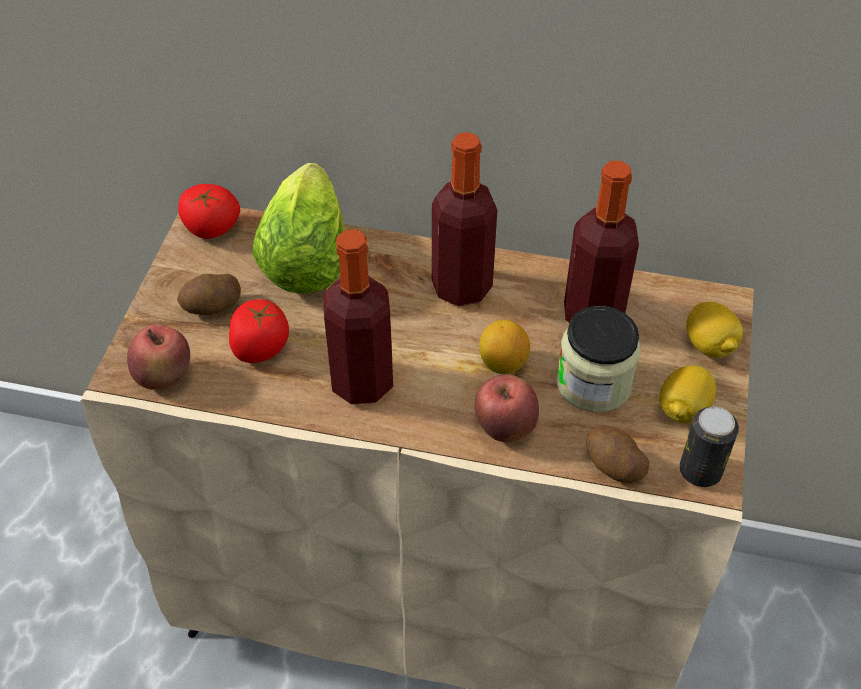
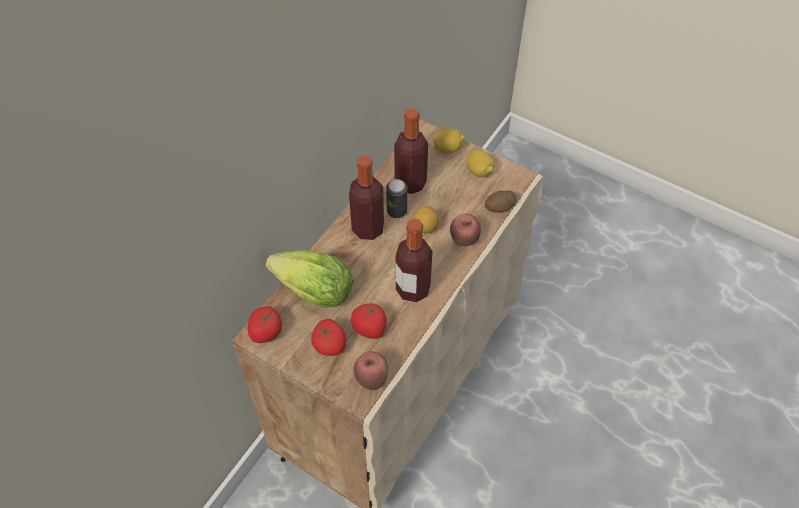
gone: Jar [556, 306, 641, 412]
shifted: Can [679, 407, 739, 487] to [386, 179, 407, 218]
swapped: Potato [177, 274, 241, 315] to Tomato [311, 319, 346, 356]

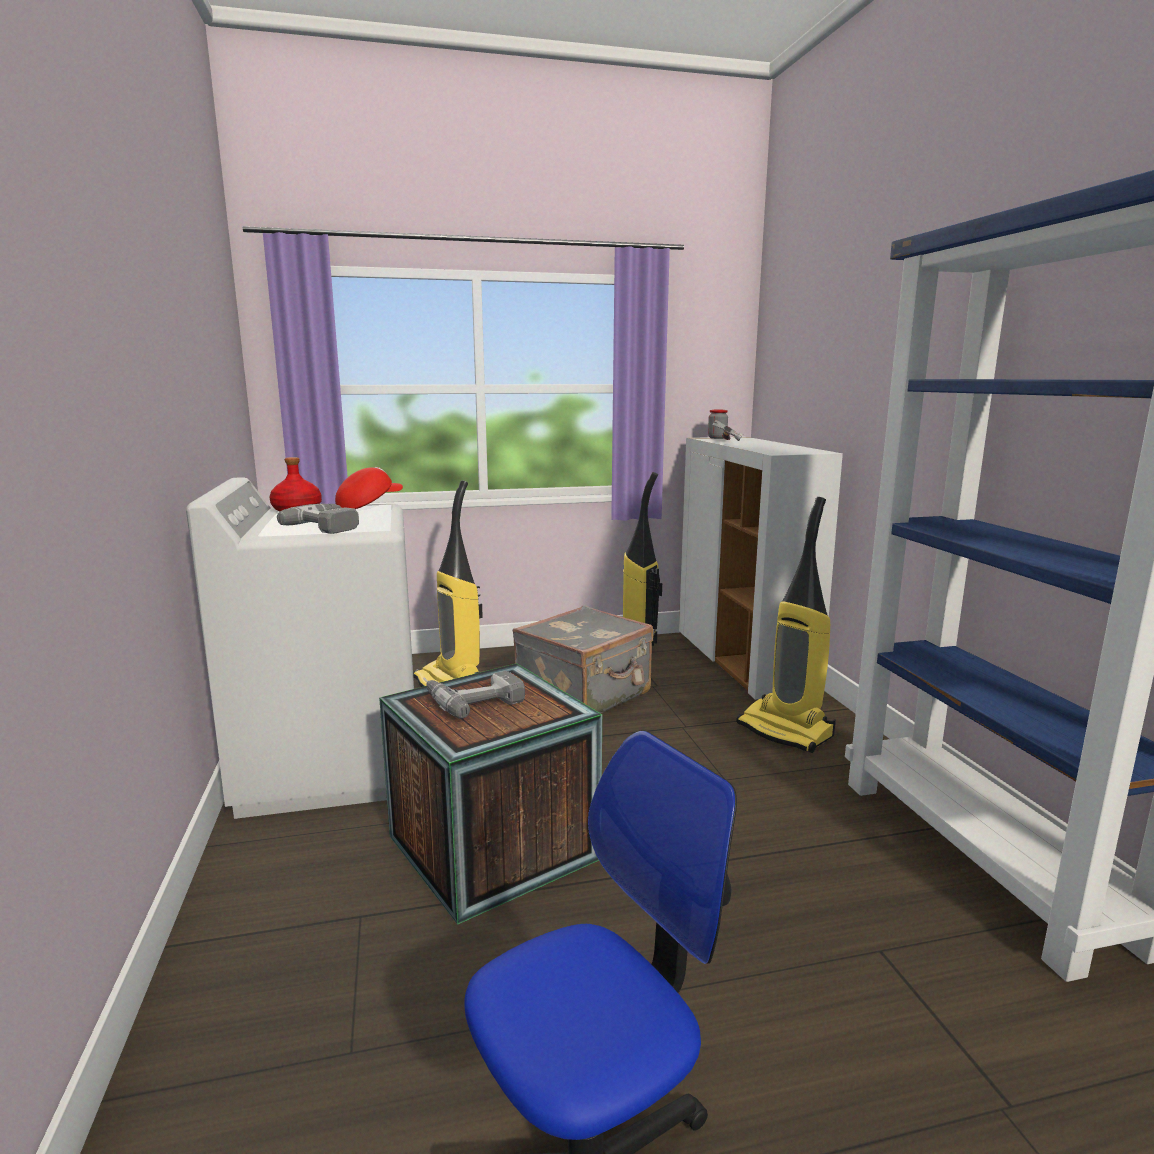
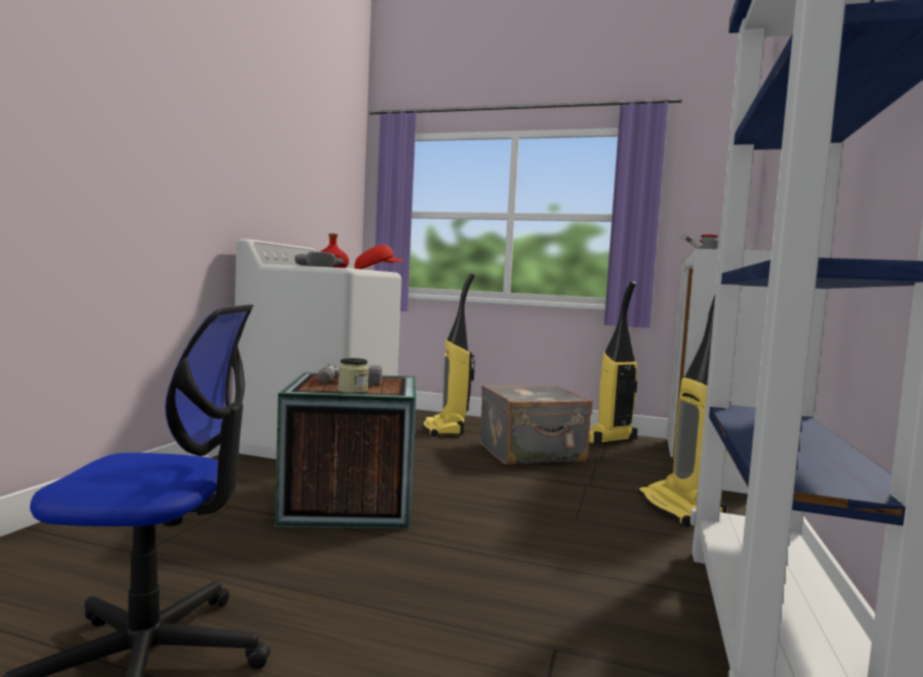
new: Jar [338, 358, 369, 394]

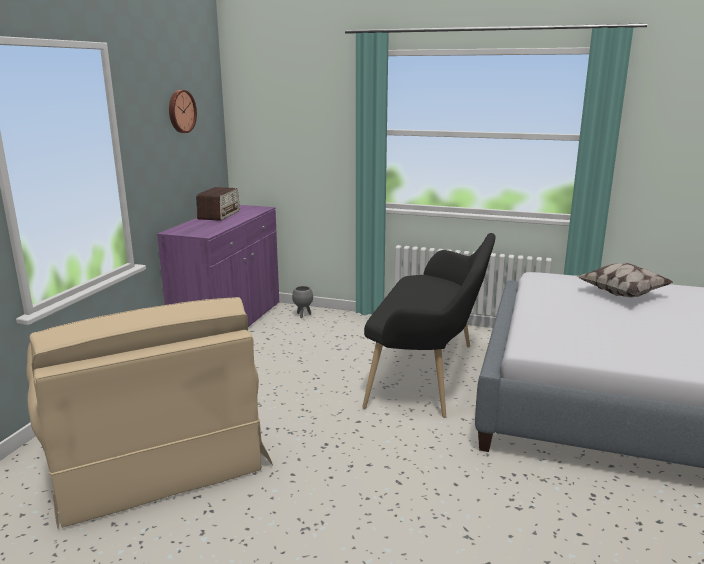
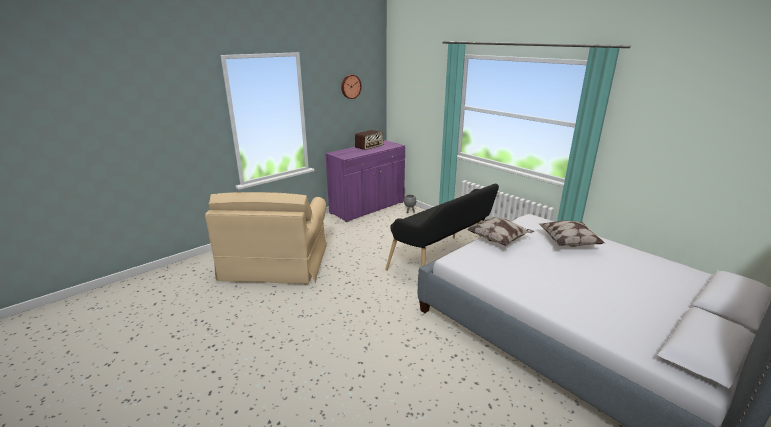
new: Pillow [467, 217, 534, 246]

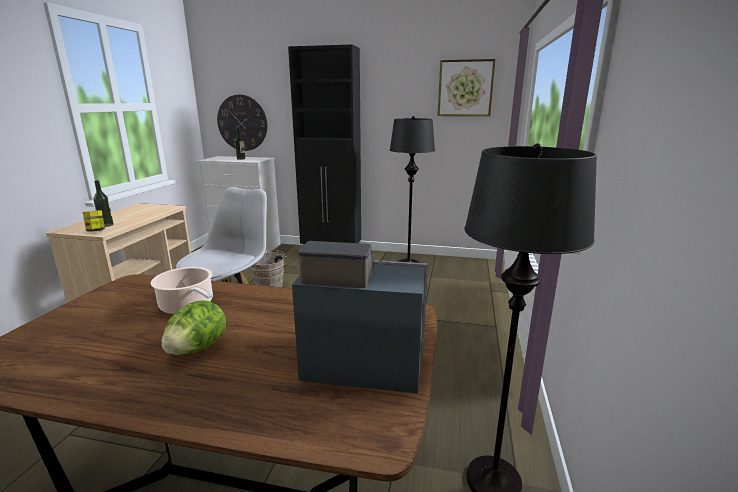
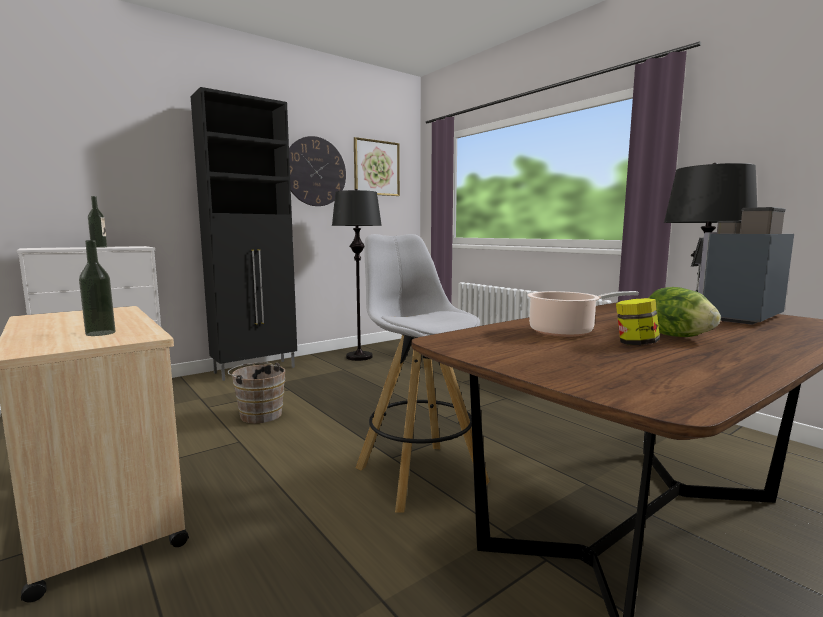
shifted: Jar [83, 210, 105, 232] to [616, 298, 660, 345]; WallClock [217, 95, 267, 151] to [289, 136, 346, 206]

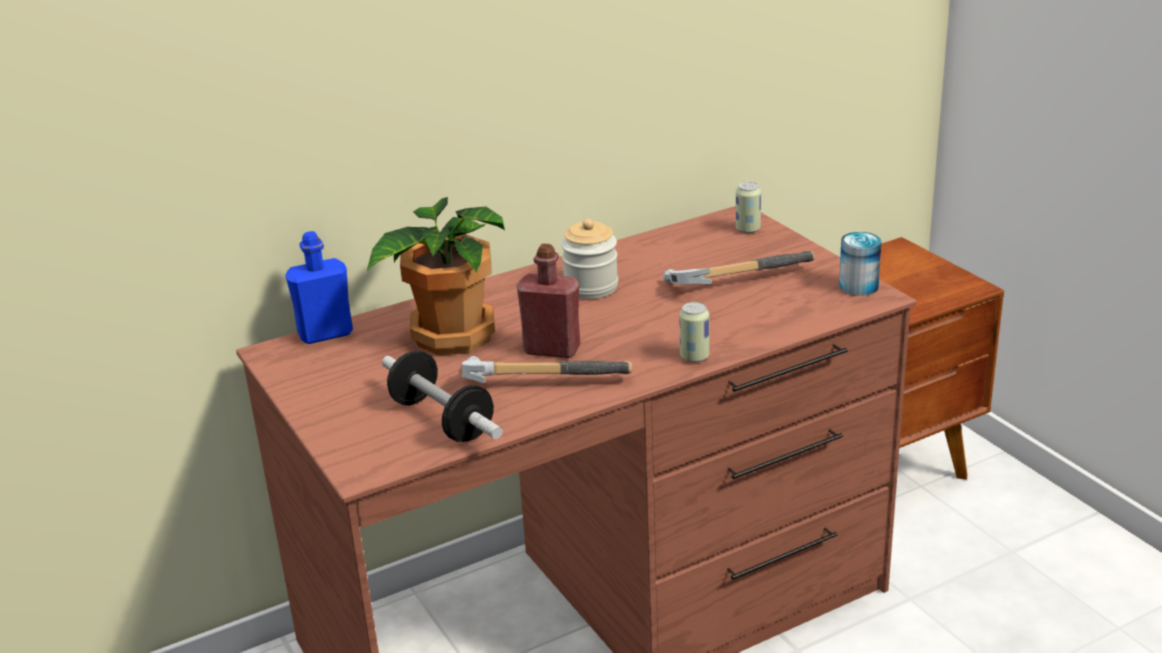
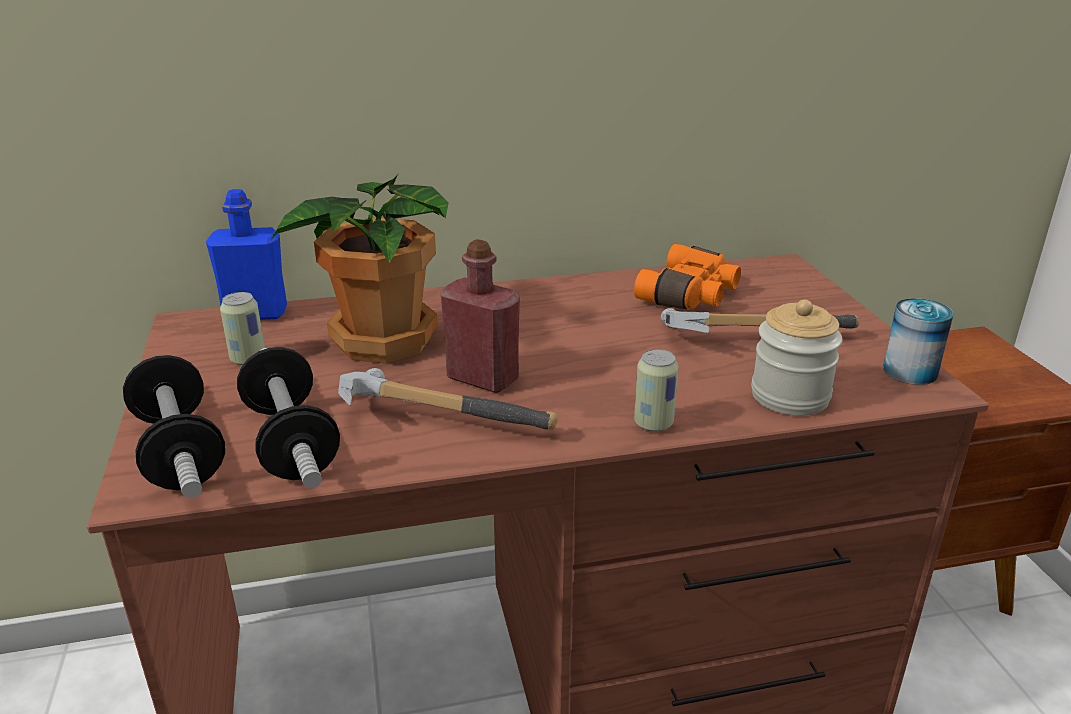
new: Dumbbell [123, 355, 225, 498]; OrangeBinoculars [634, 244, 741, 310]
shifted: Jar [561, 219, 618, 299] to [751, 300, 842, 416]; Can [736, 182, 761, 233] to [220, 292, 265, 365]

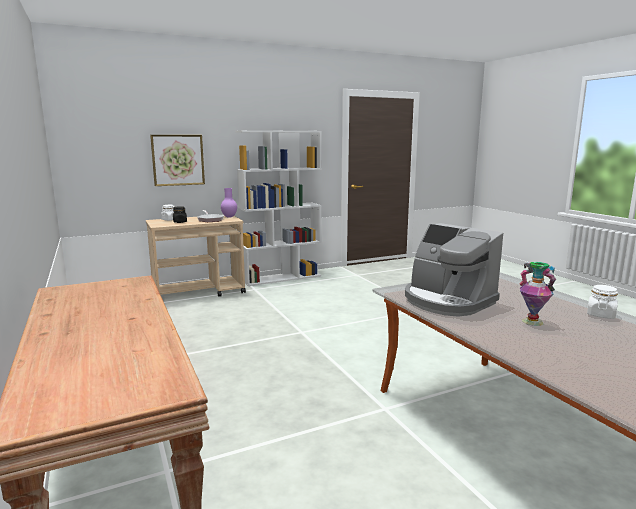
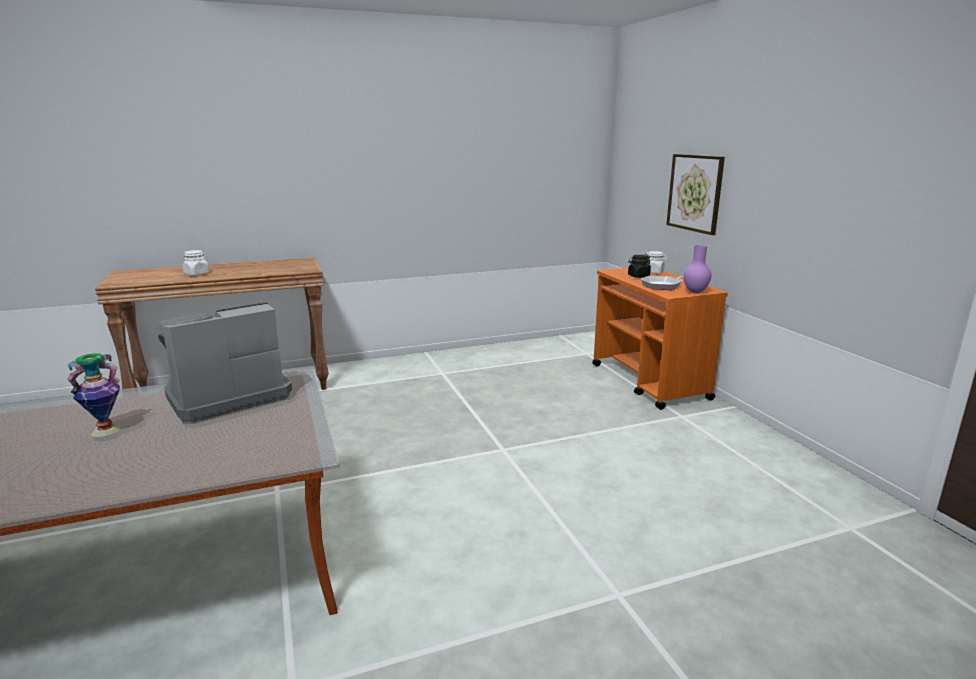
gone: WhiteBookcase [235, 130, 322, 286]
shifted: WhiteJar [587, 285, 618, 319] to [183, 250, 209, 276]
repainted: BeigeCart [146, 216, 246, 297] to OrangeCart [592, 268, 728, 410]

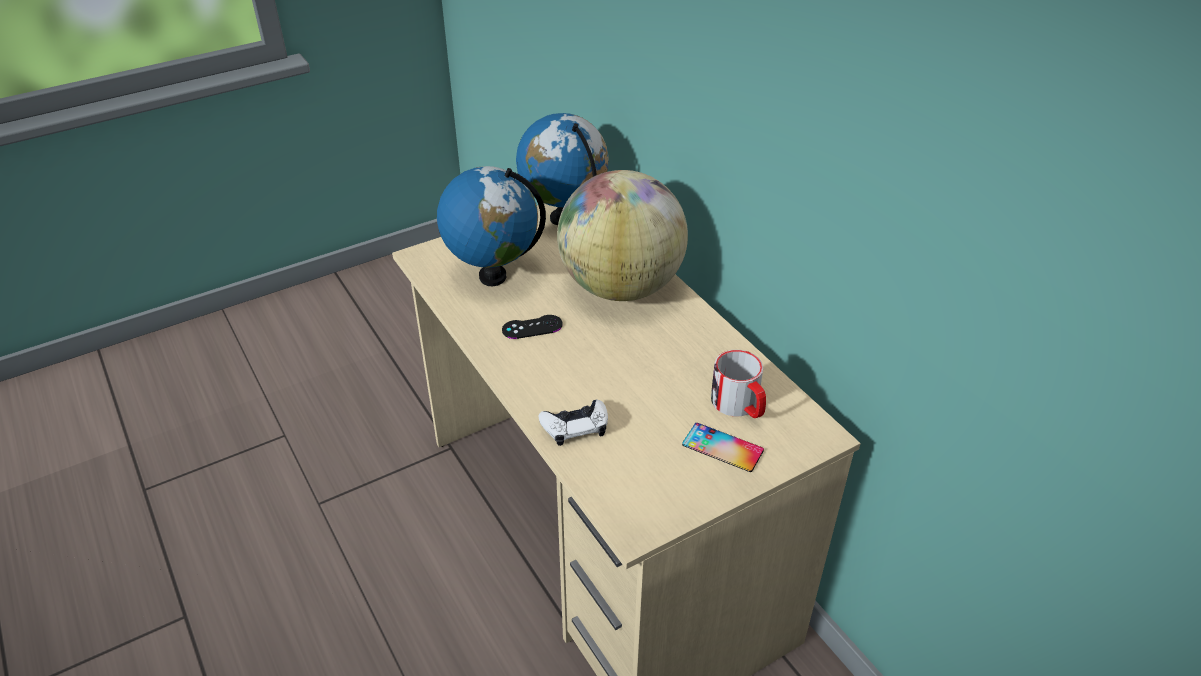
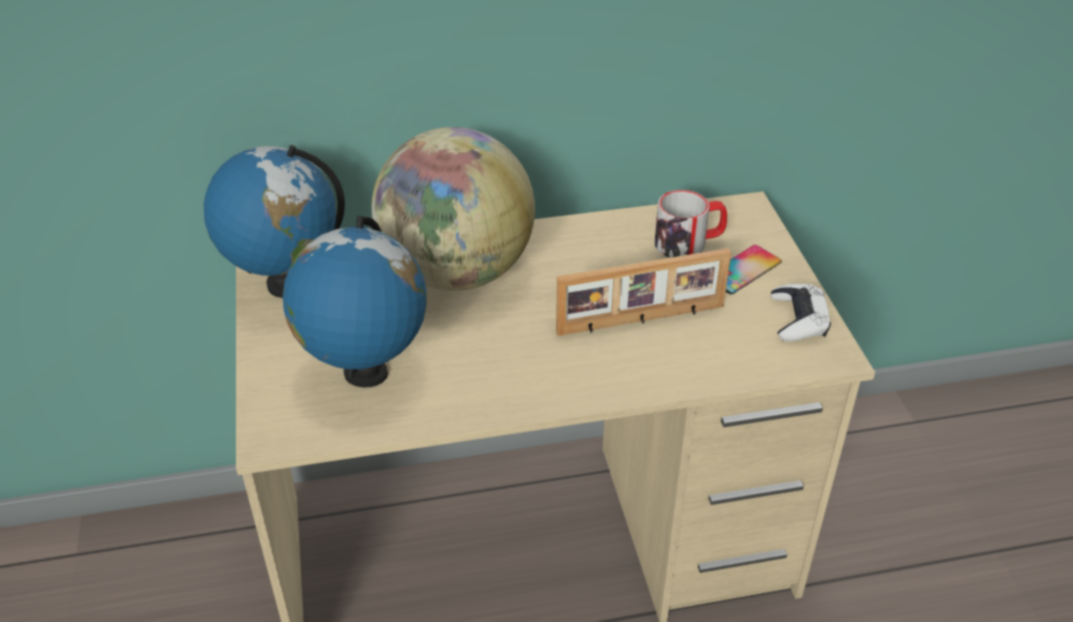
gone: BlackGameController [502, 315, 563, 339]
new: PictureFrame [556, 248, 731, 336]
shifted: WhiteGameController [539, 399, 608, 446] to [771, 284, 831, 342]

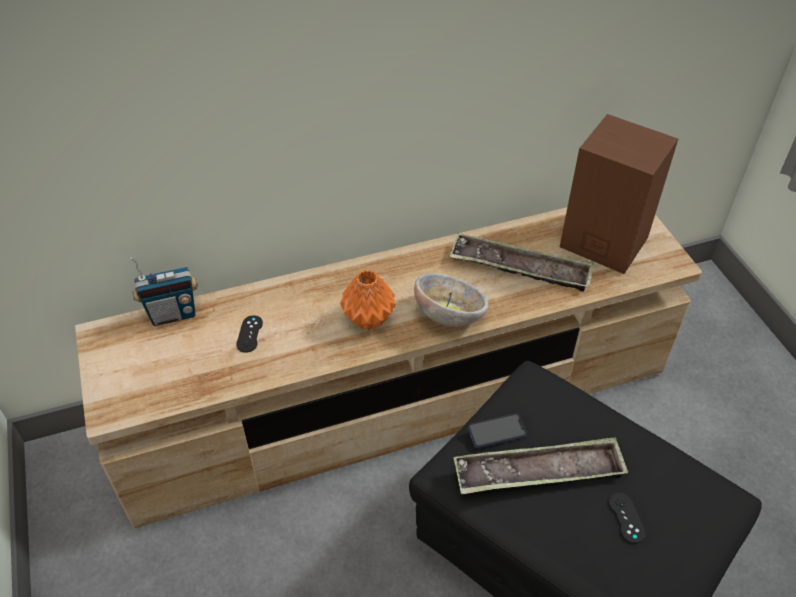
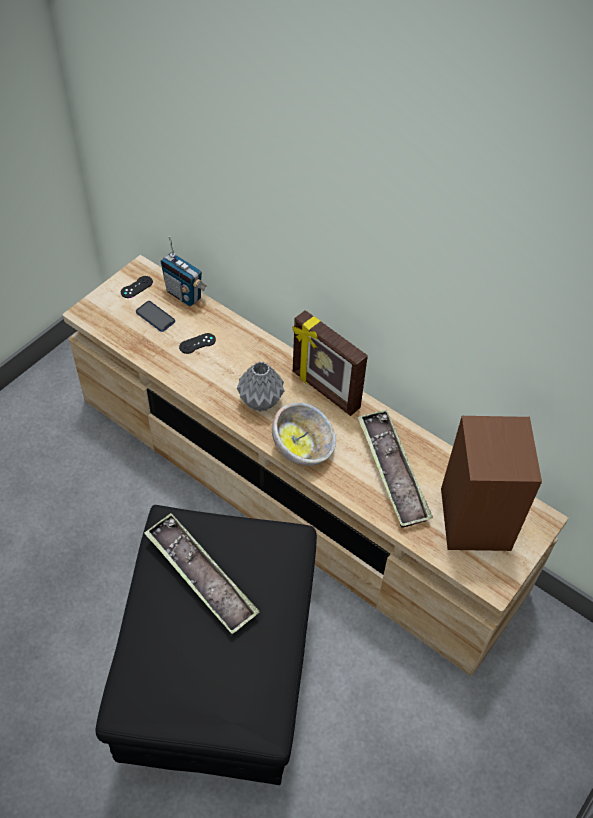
new: PictureFrame [293, 310, 368, 416]
shifted: Phone [468, 413, 527, 448] to [136, 301, 175, 332]; BlackGameController [608, 493, 645, 544] to [121, 276, 153, 298]
repainted: OrangeVase [340, 270, 396, 330] to GreyVase [237, 361, 285, 411]

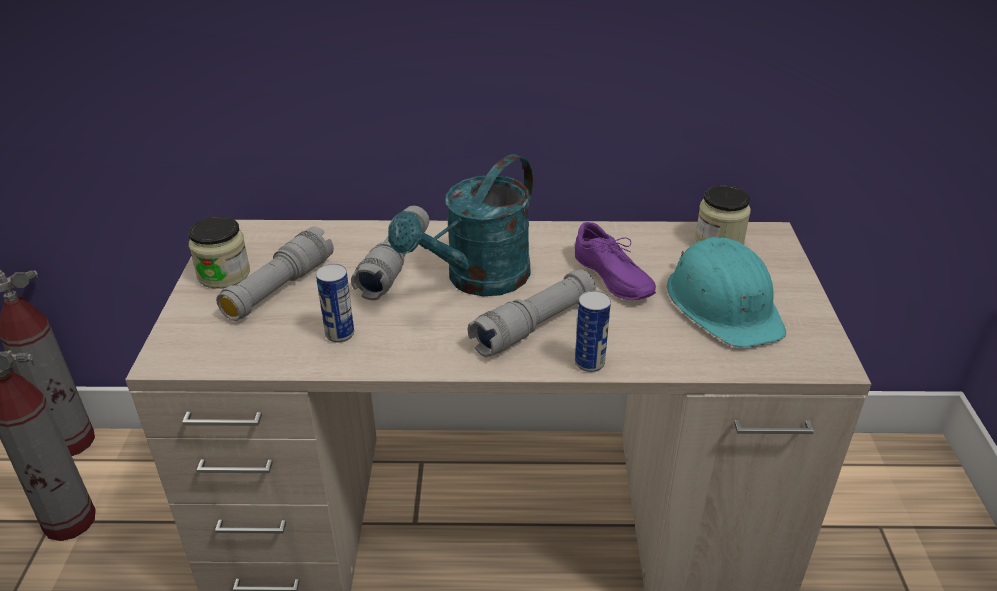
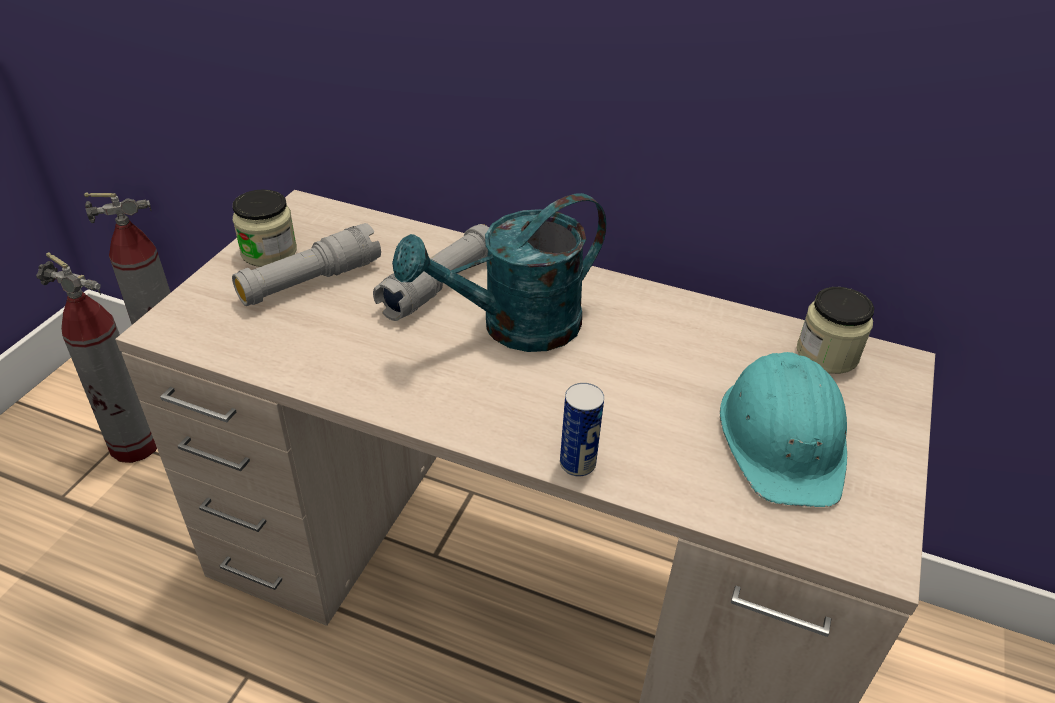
gone: Can [316, 264, 354, 343]; GreyFlashlight [468, 269, 596, 357]; PurpleShoe [575, 222, 656, 300]

